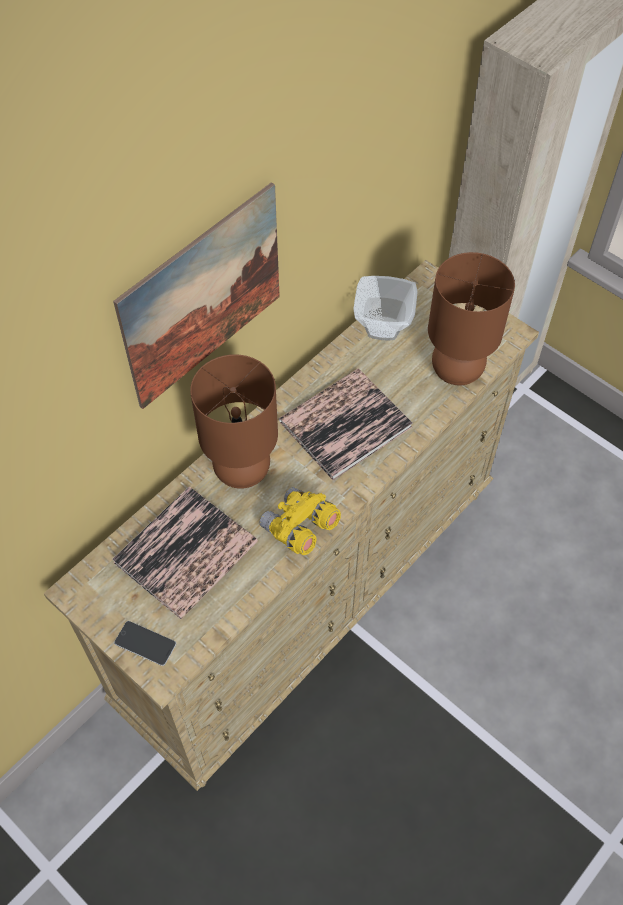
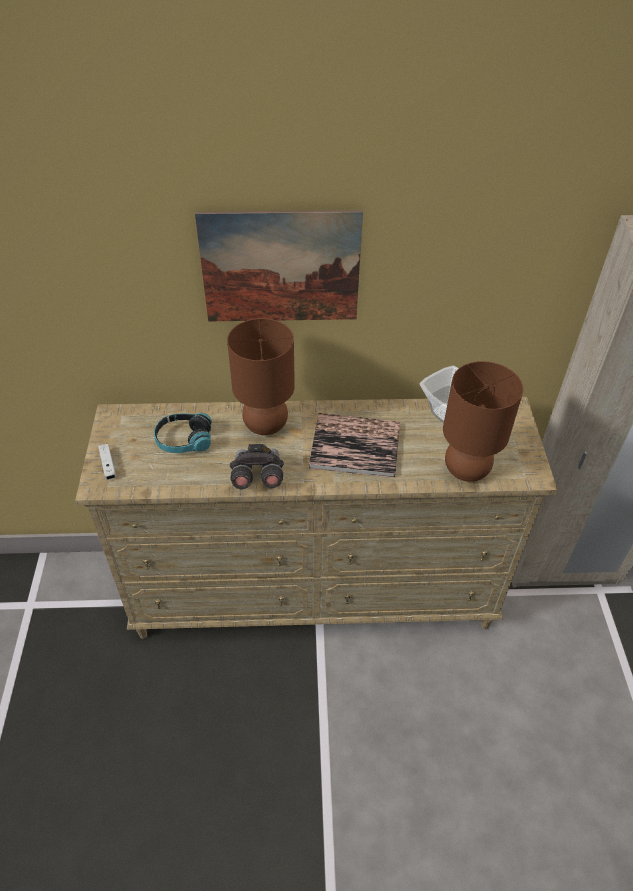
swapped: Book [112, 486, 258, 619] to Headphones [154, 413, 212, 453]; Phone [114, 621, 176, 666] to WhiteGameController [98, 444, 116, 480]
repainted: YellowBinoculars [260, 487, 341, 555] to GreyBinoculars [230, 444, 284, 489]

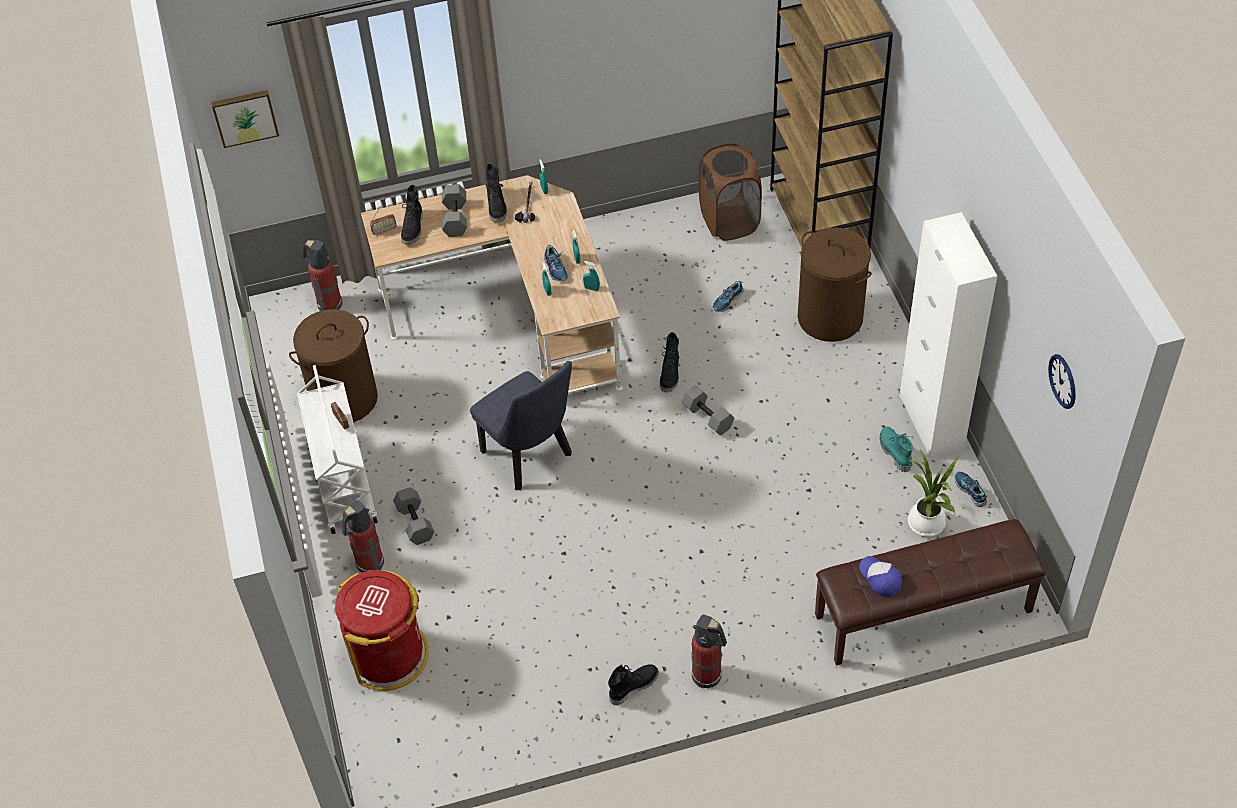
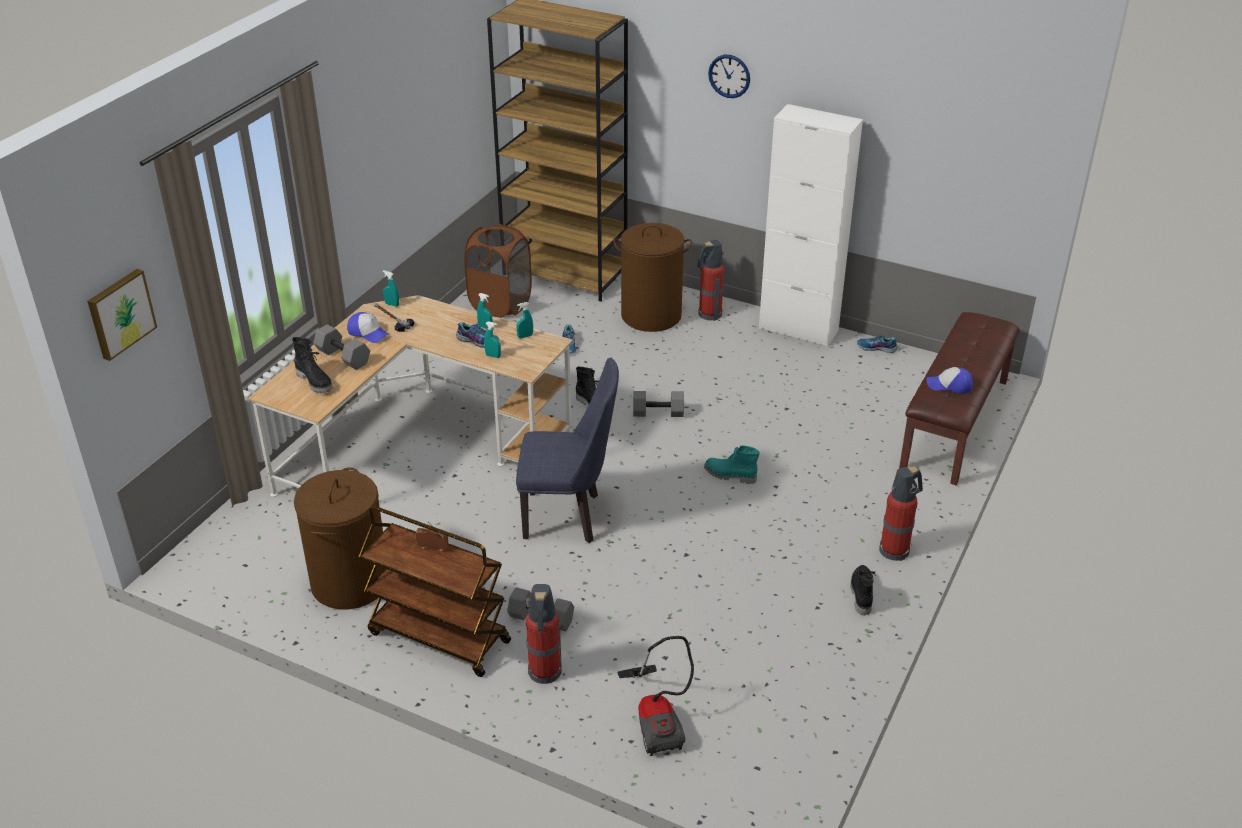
gone: Radio [370, 207, 397, 235]; PottedPlant [907, 450, 958, 537]
shifted: FireExtinguisher [303, 240, 343, 311] to [697, 240, 724, 321]; TurquoiseBoot [880, 427, 913, 472] to [704, 446, 760, 484]; WallClock [1048, 354, 1076, 409] to [708, 55, 750, 98]
swapped: RedTrashCan [335, 570, 429, 691] to VacuumCleaner [617, 636, 694, 756]; BlackBoot [486, 164, 507, 223] to Cap [347, 312, 389, 343]
repainted: WhiteCart [297, 365, 378, 534] to BrownCart [359, 506, 511, 677]

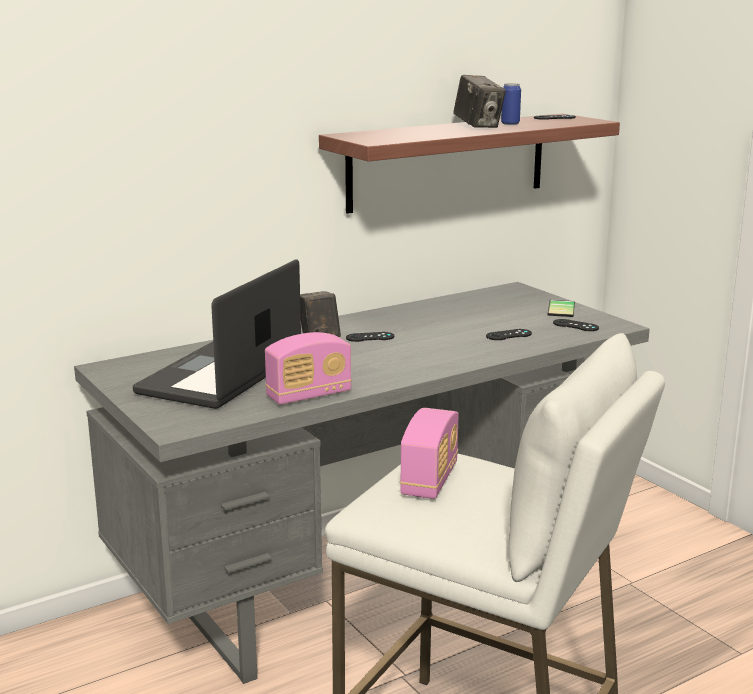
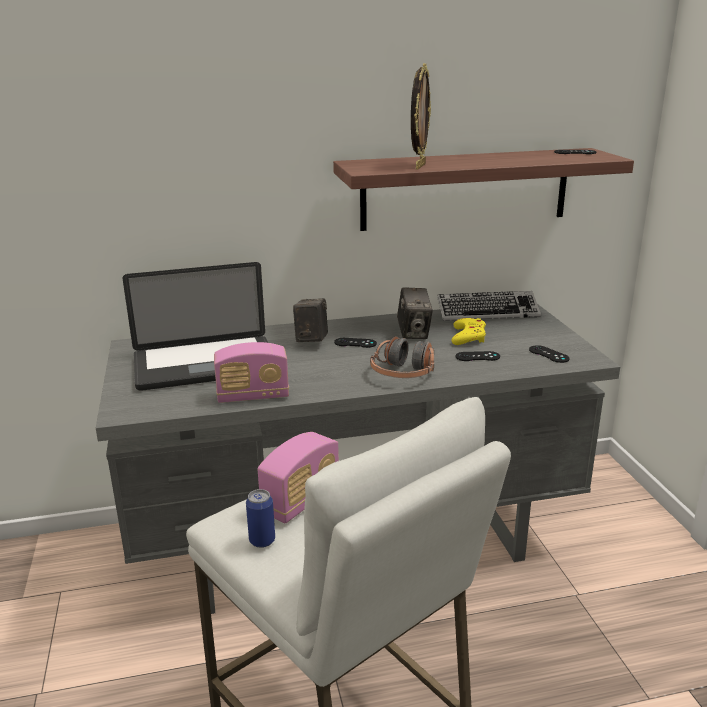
gone: Phone [548, 300, 575, 317]
new: Headphones [370, 336, 434, 378]; PictureFrame [411, 63, 431, 170]; Keyboard [437, 291, 541, 321]; YellowGameController [452, 318, 486, 345]
shifted: PhotoCamera [453, 75, 506, 128] to [397, 287, 433, 339]; Can [501, 83, 521, 125] to [246, 489, 275, 548]
rotated: Laptop [133, 259, 301, 409] = [123, 262, 268, 391] 150 degrees counterclockwise

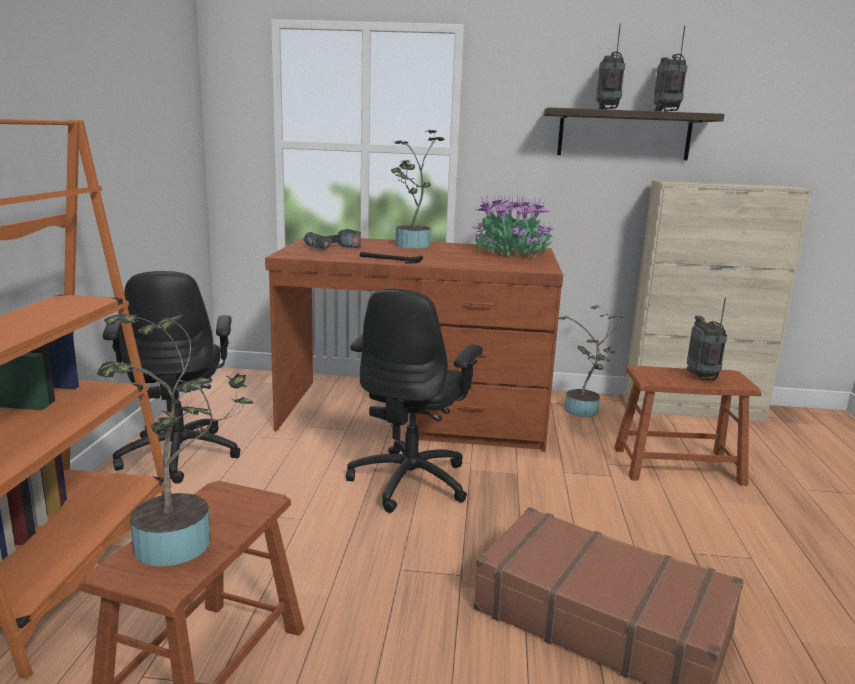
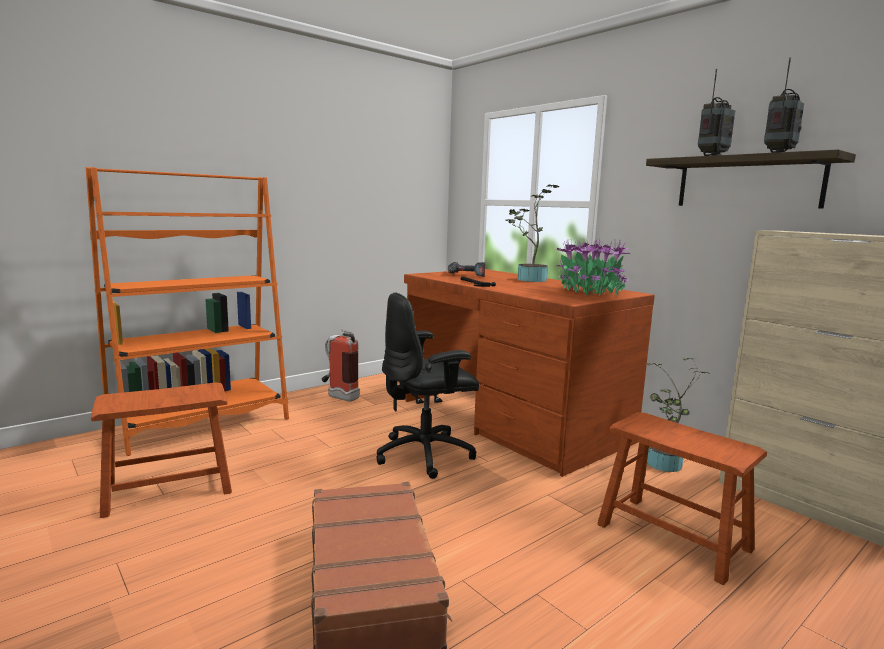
gone: PottedPlant [97, 314, 253, 567]; Radio [687, 297, 727, 380]
swapped: BlackOfficeChair [103, 271, 241, 484] to FireExtinguisher [322, 329, 360, 402]

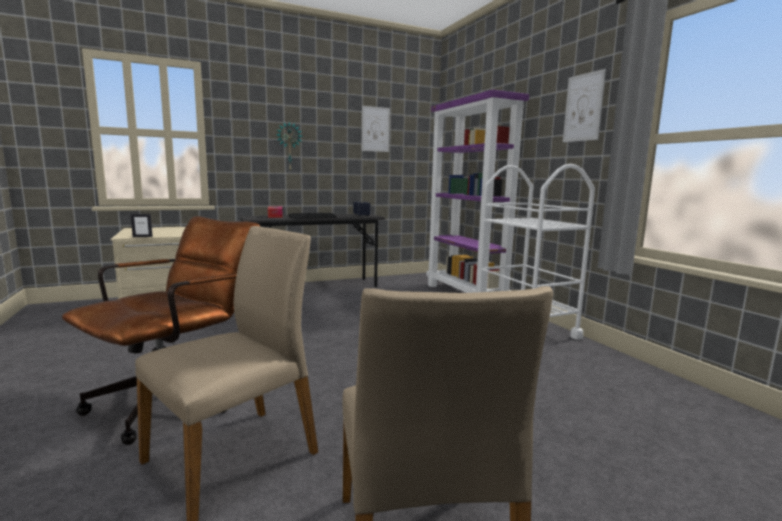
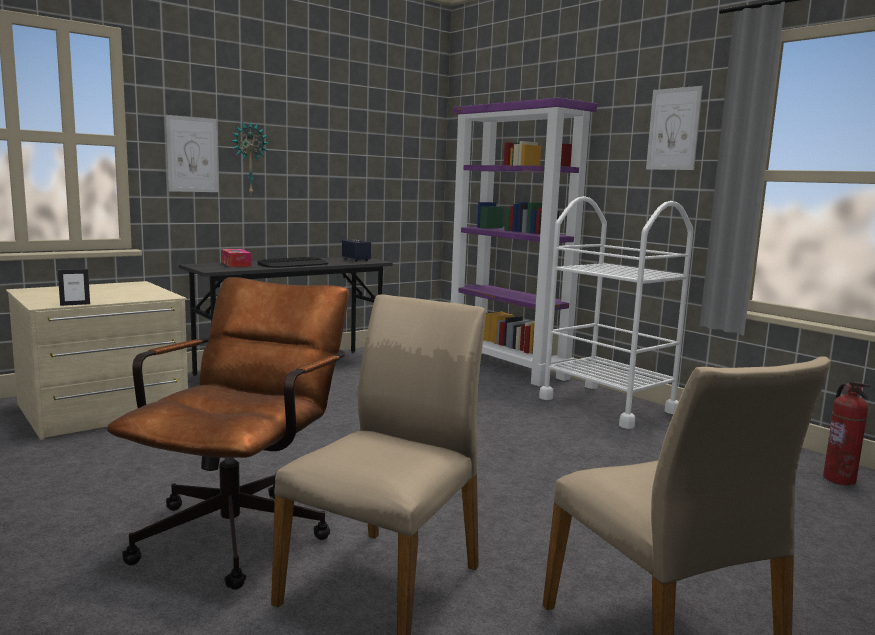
new: FireExtinguisher [823, 382, 870, 485]
shifted: Picture [362, 106, 390, 152] to [166, 115, 218, 192]

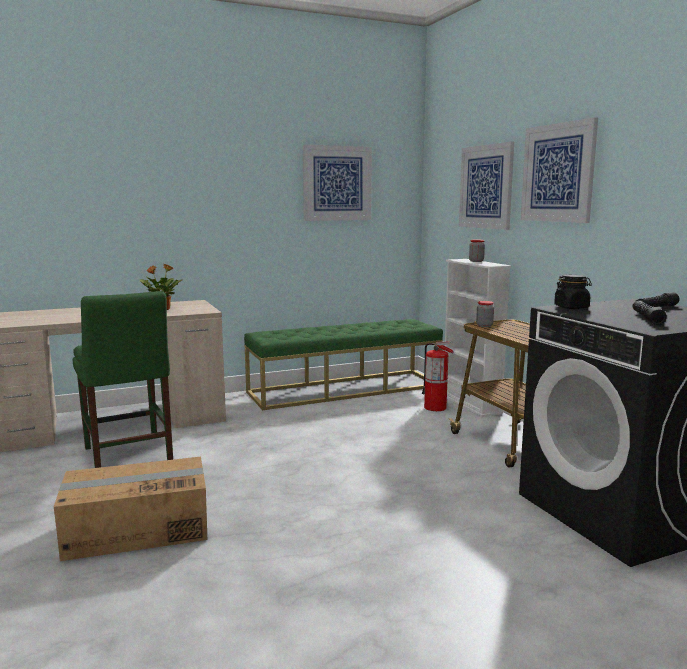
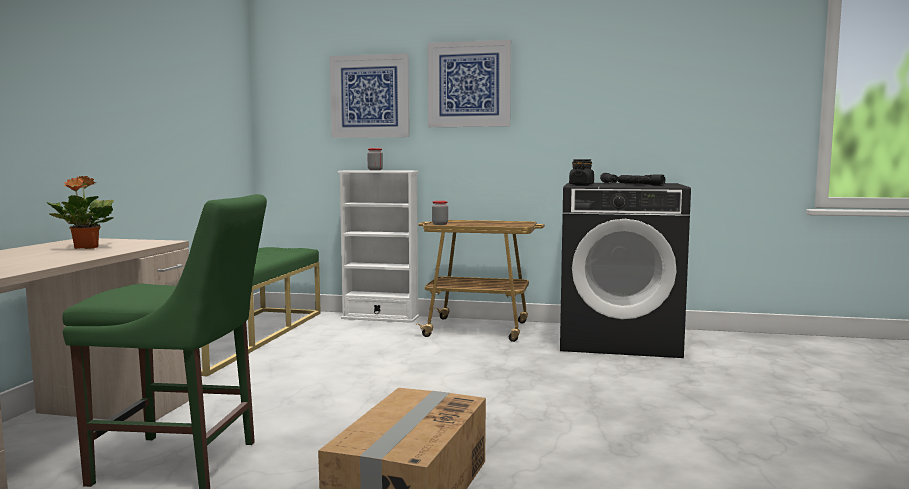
gone: Picture [303, 144, 372, 221]; FireExtinguisher [422, 341, 454, 411]

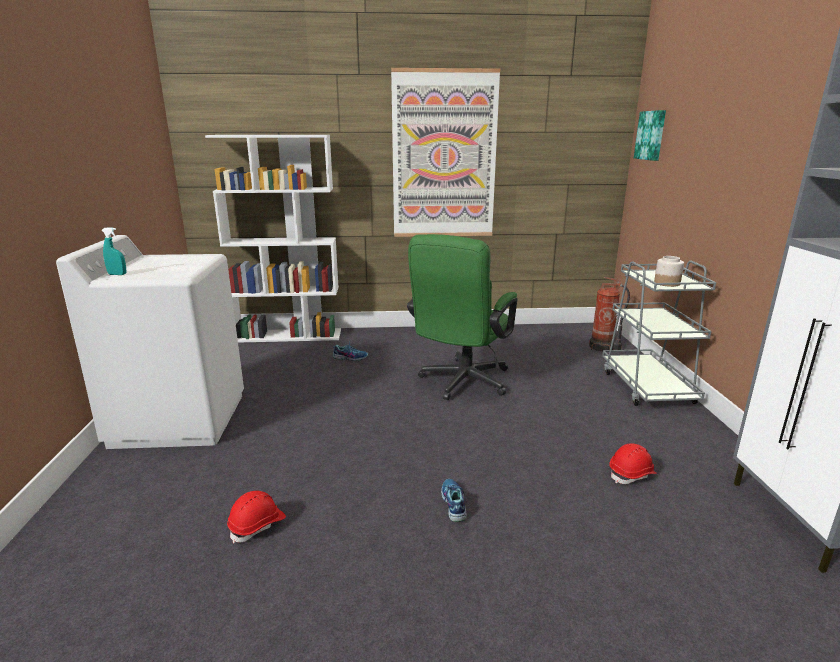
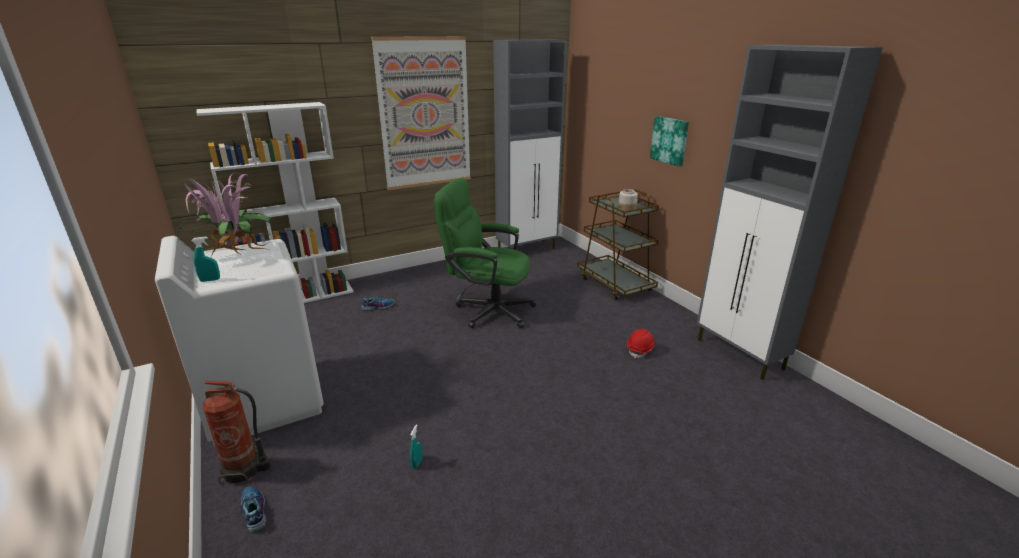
new: PottedPlant [179, 172, 271, 257]; GreyCabinet [493, 39, 567, 249]
shifted: Shoe [441, 479, 467, 522] to [237, 487, 266, 532]; FireExtinguisher [589, 277, 630, 351] to [202, 381, 271, 484]; Picture [634, 110, 666, 161] to [650, 116, 689, 167]
swapped: RedHardHat [227, 491, 286, 543] to TurquoiseSprayBottle [410, 424, 422, 469]
repainted: GreyCart [602, 260, 716, 406] to BrownCart [577, 189, 659, 300]
rotated: GreenOfficeChair [407, 234, 517, 400] = [434, 178, 536, 329] 105 degrees clockwise

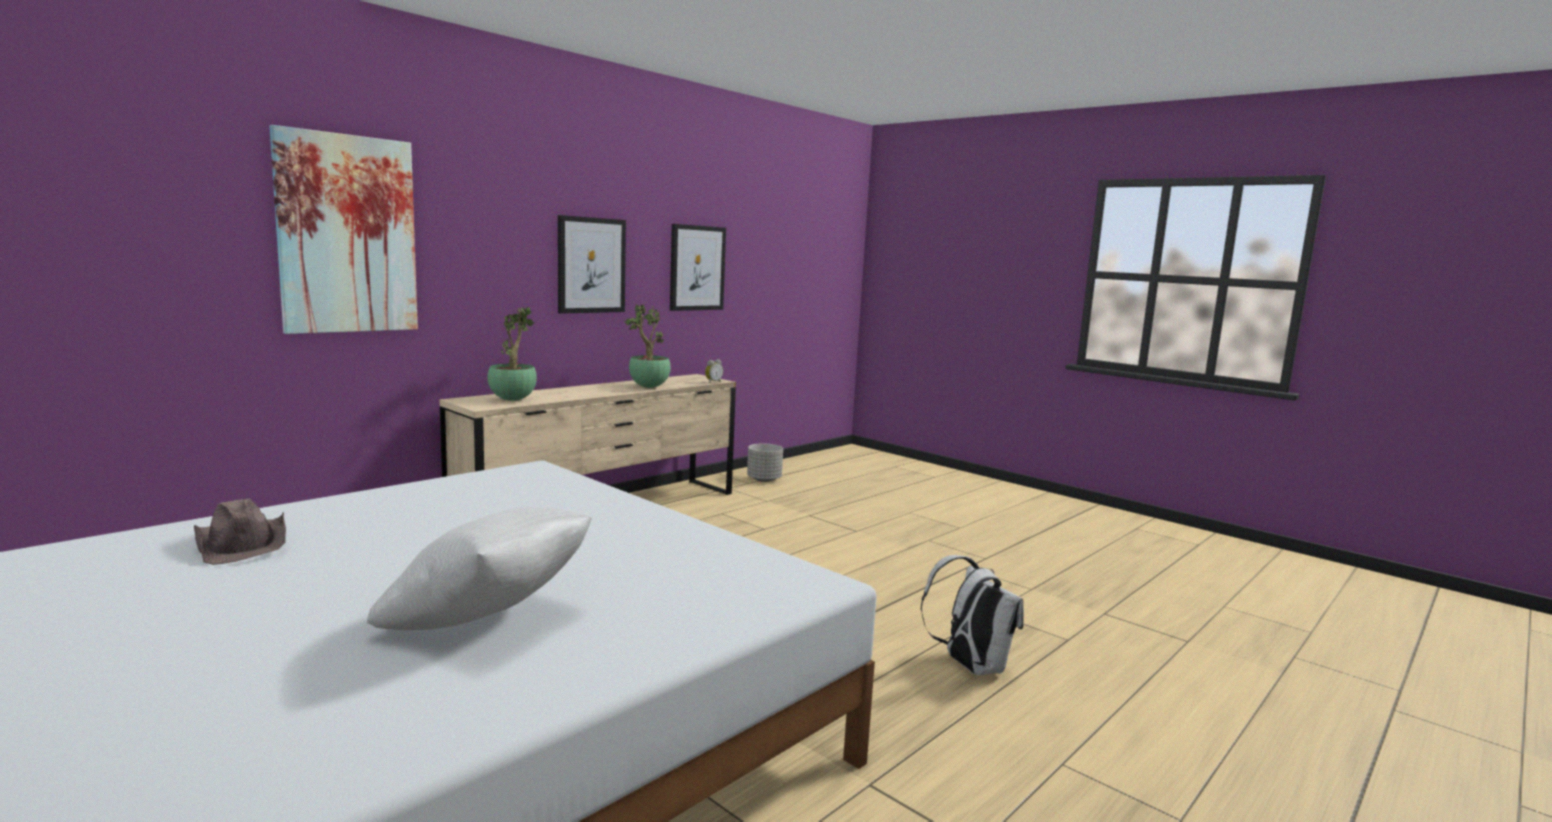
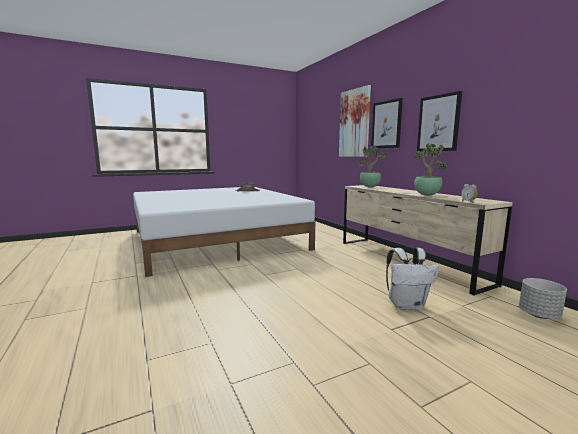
gone: WhitePillow [367, 507, 592, 630]
shifted: Picture [670, 224, 726, 311] to [371, 98, 403, 148]; WhiteBackpack [921, 555, 1024, 675] to [386, 248, 439, 310]

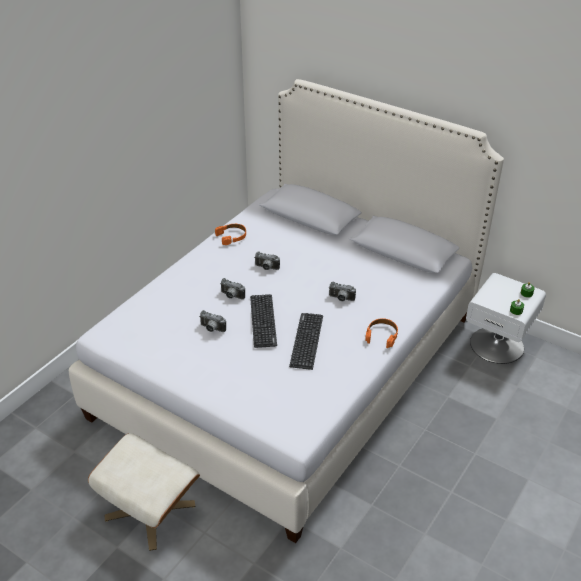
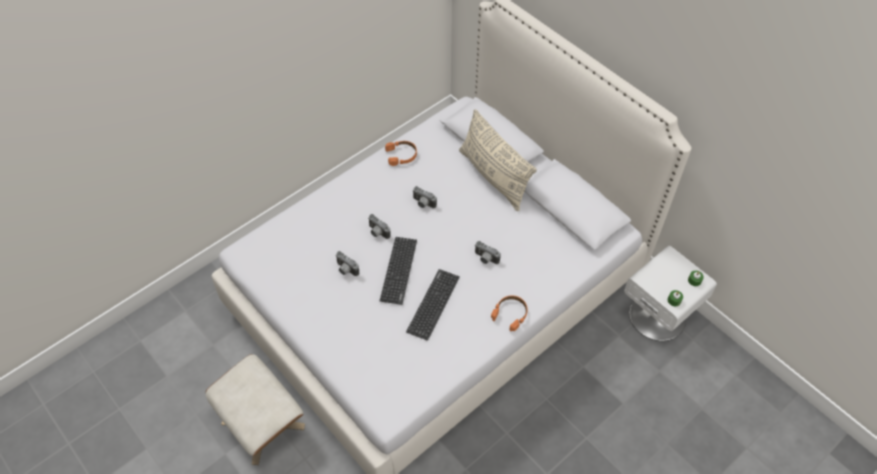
new: BeigePillow [459, 109, 537, 211]

